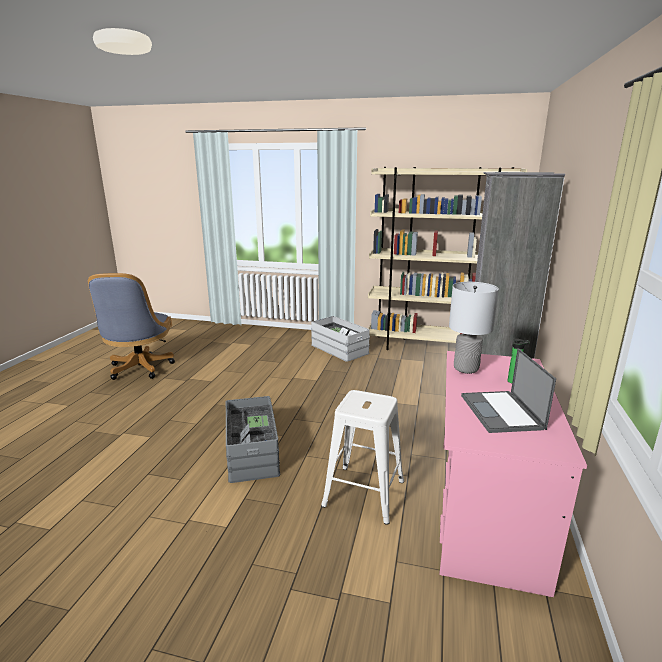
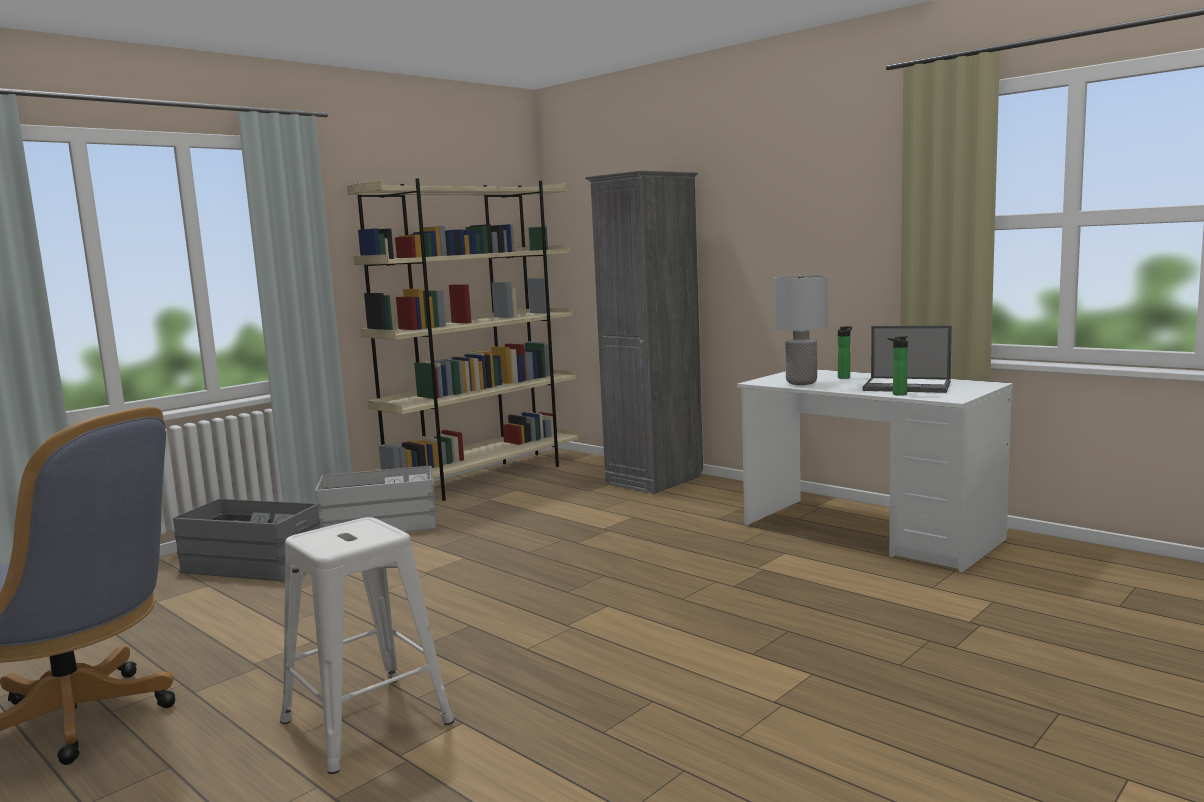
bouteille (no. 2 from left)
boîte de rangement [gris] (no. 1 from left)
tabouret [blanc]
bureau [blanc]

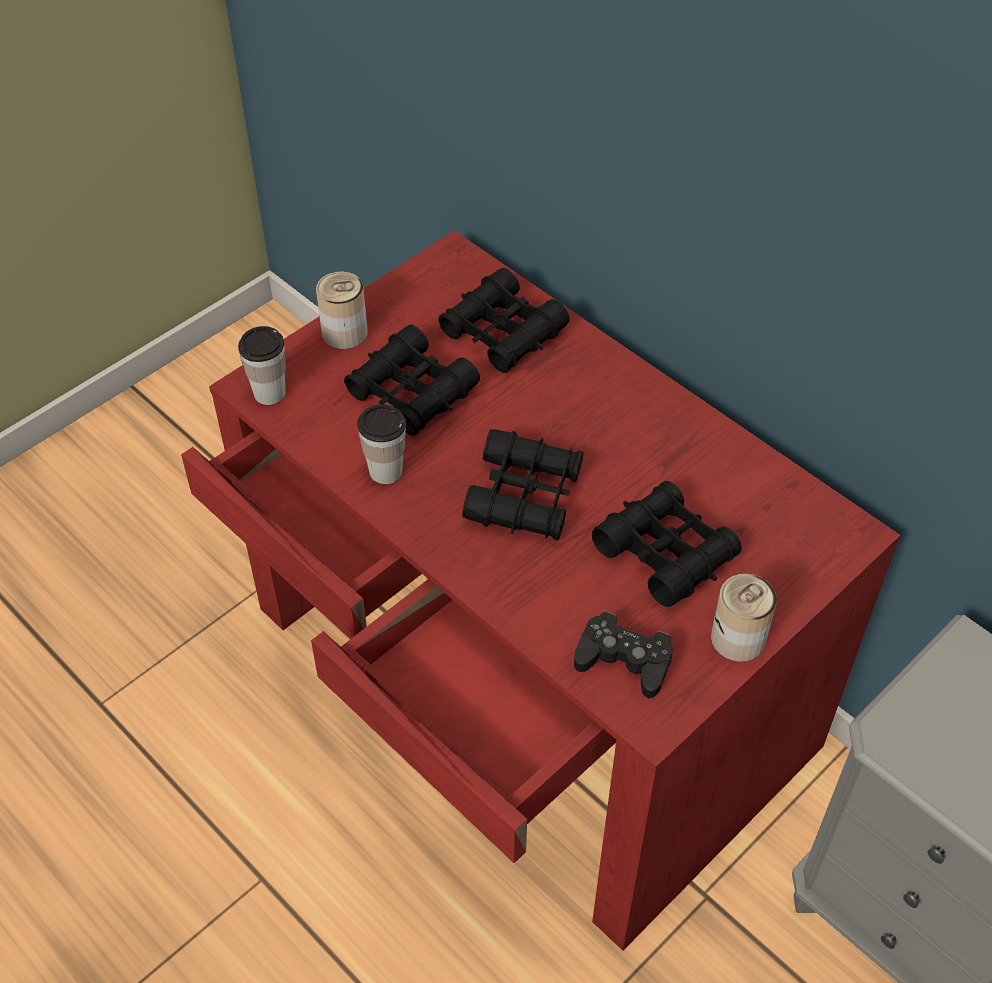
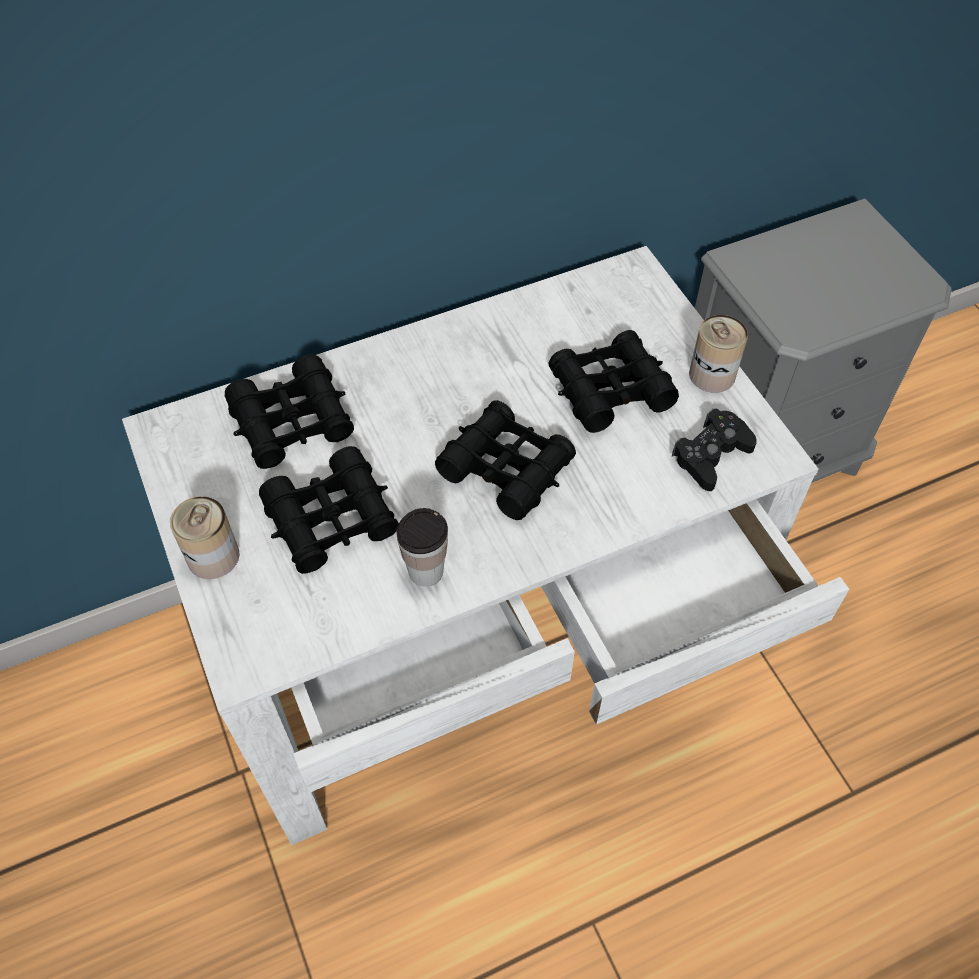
tasse (no. 1 from left in the first image)
bureau [blanc]

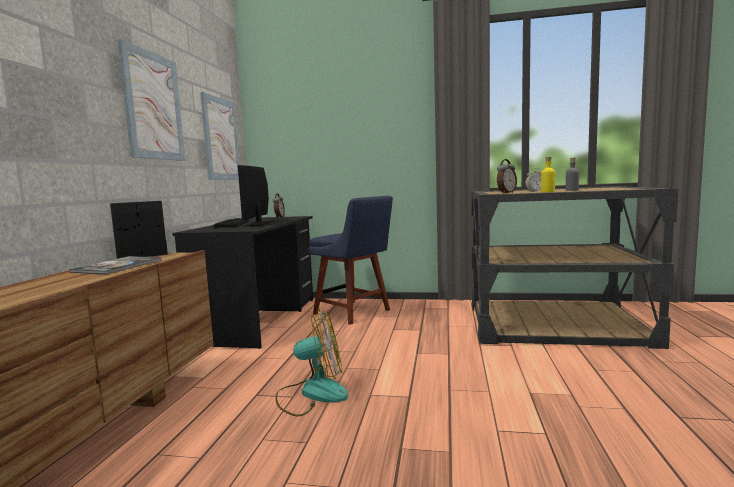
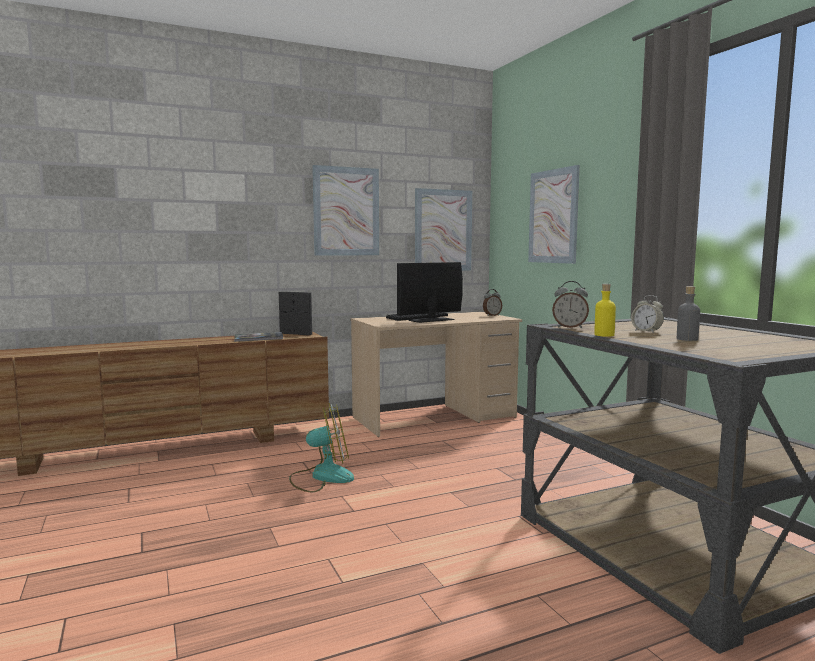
chaise [bleu]
tableau (no. 3 from left)
bureau [beige]
ventilateur

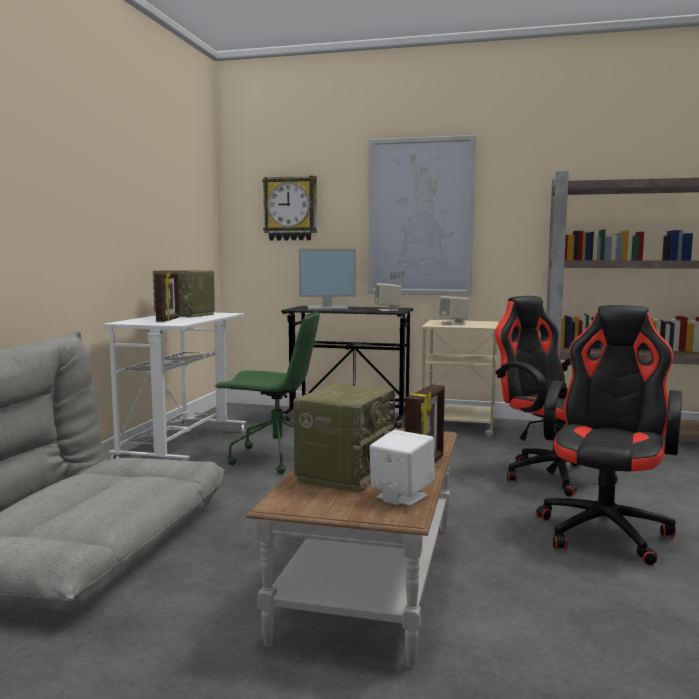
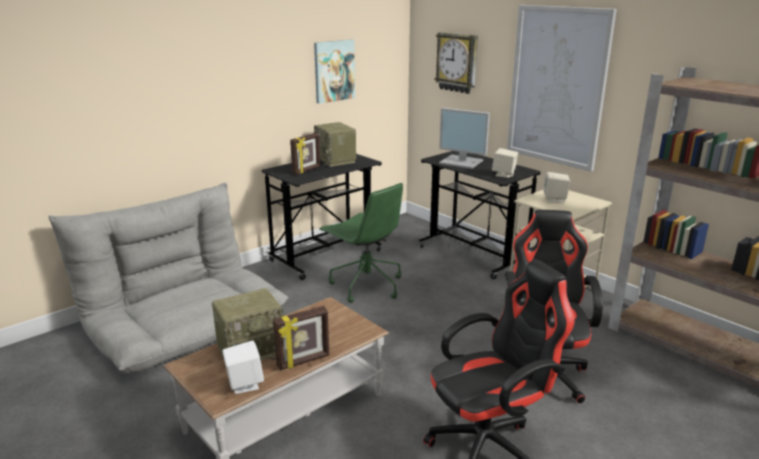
tableau (no. 1 from left)
bureau [noir] (no. 1 from left)

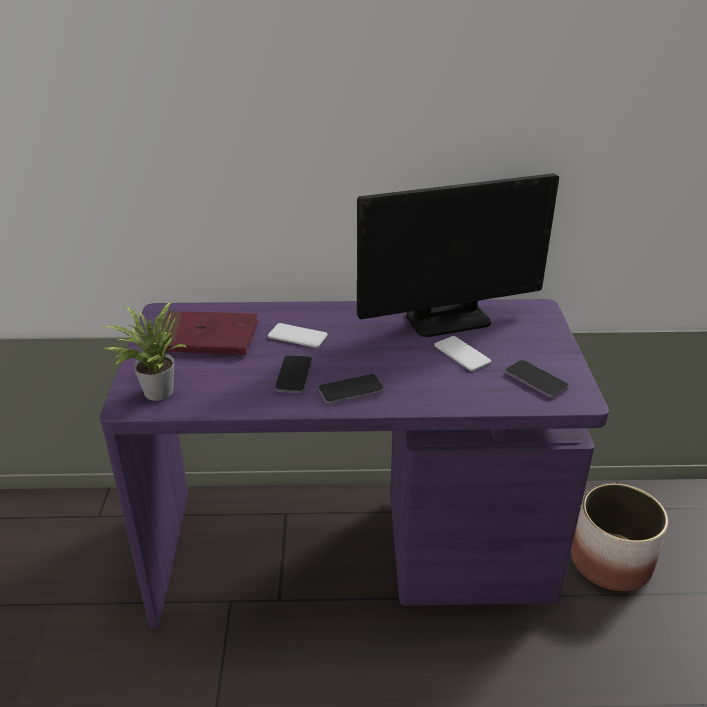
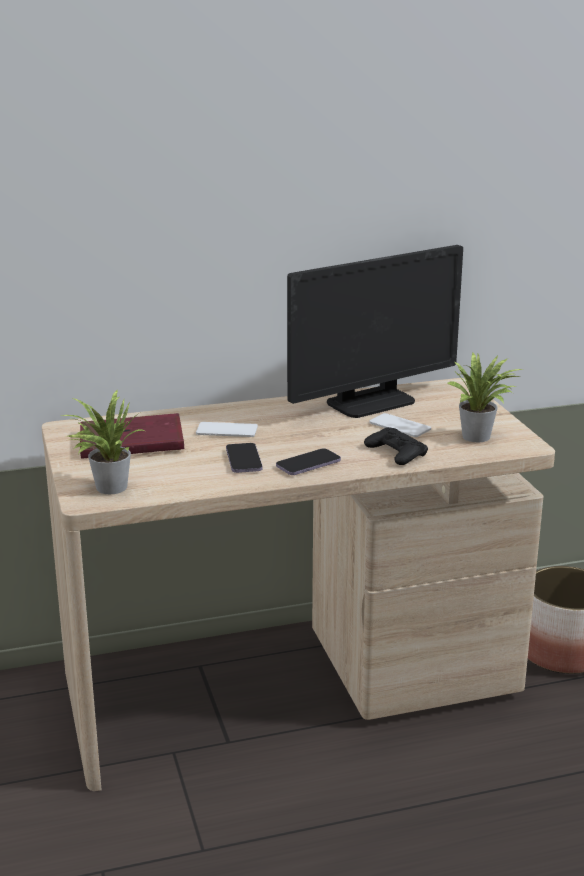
manette [noir]
plante en pot (no. 2 from left)
bureau [beige]

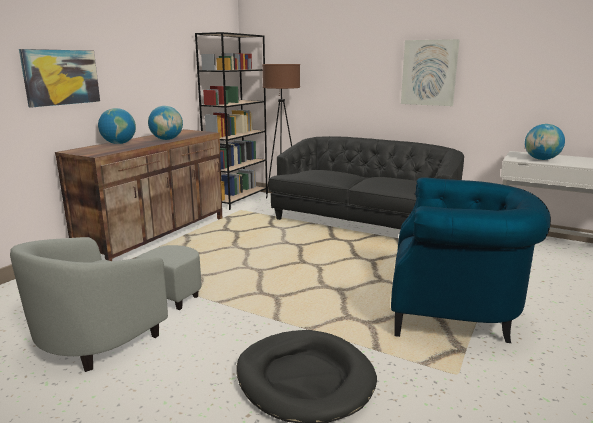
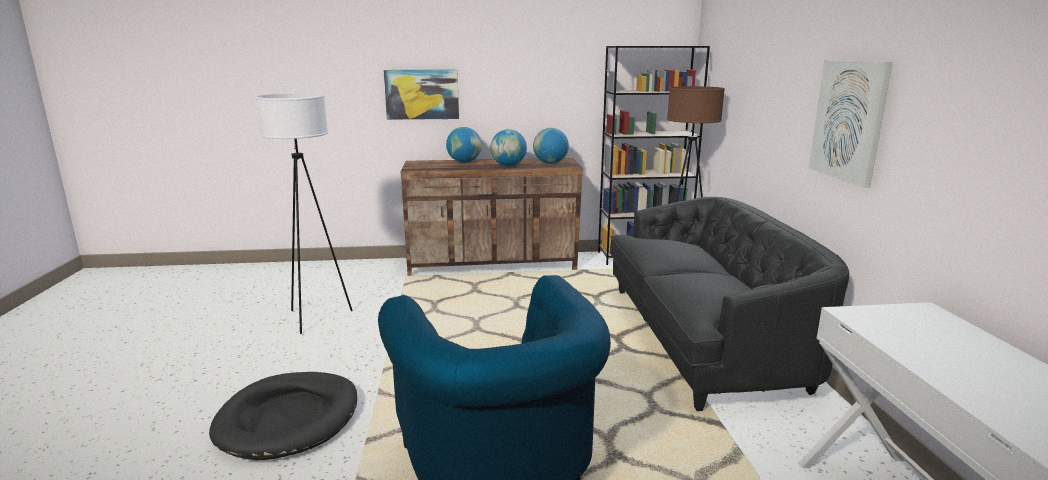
globe (no. 3 from left)
lampadaire [blanc]

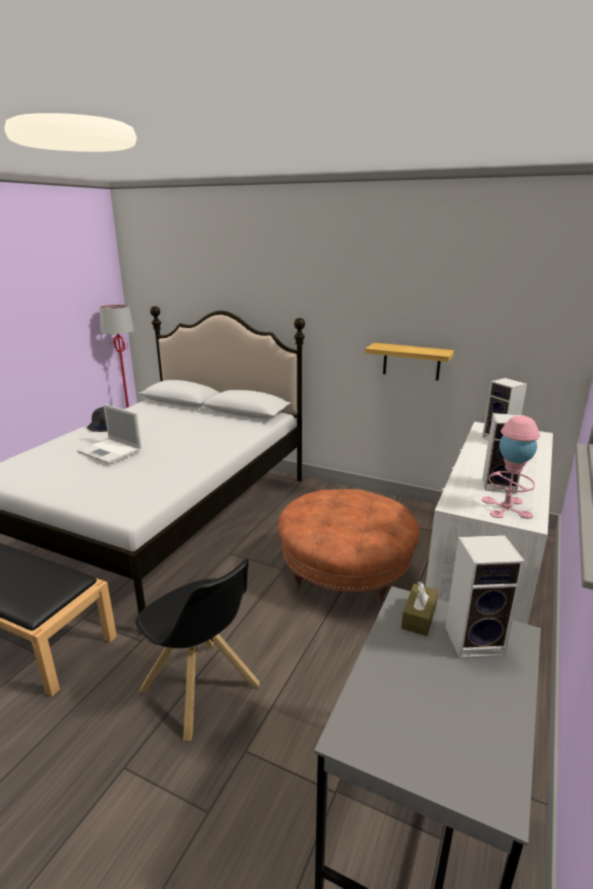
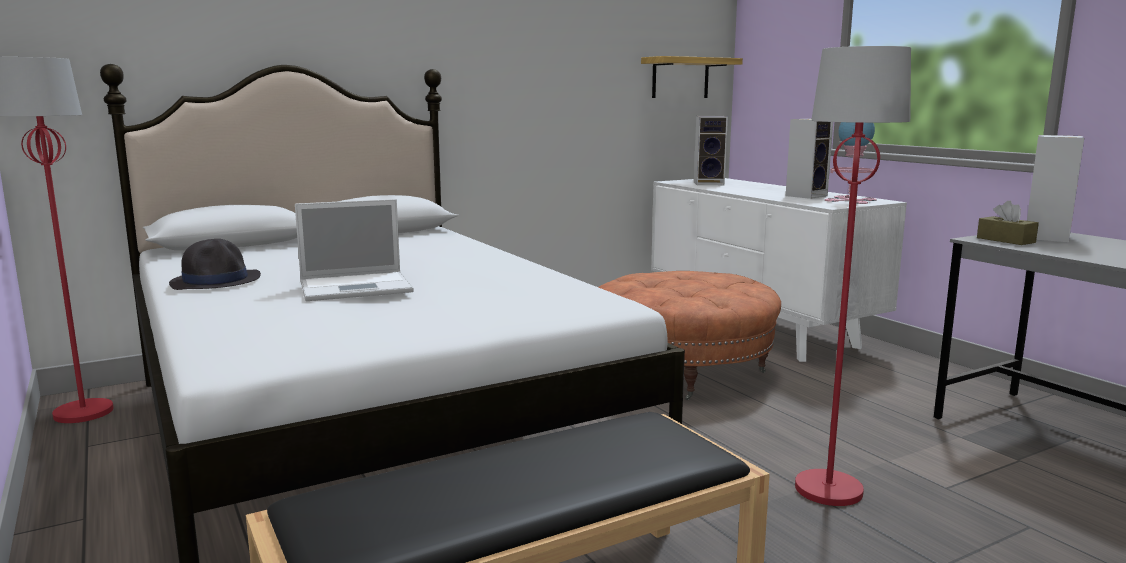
étagère
lampadaire [rouge] (no. 2 from left)

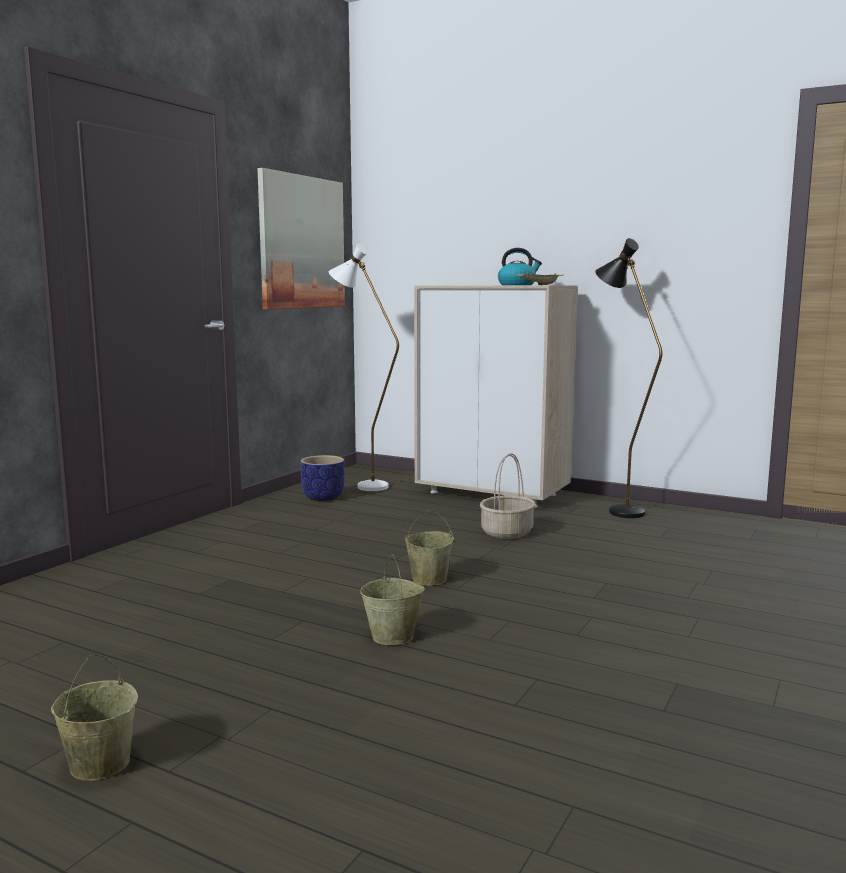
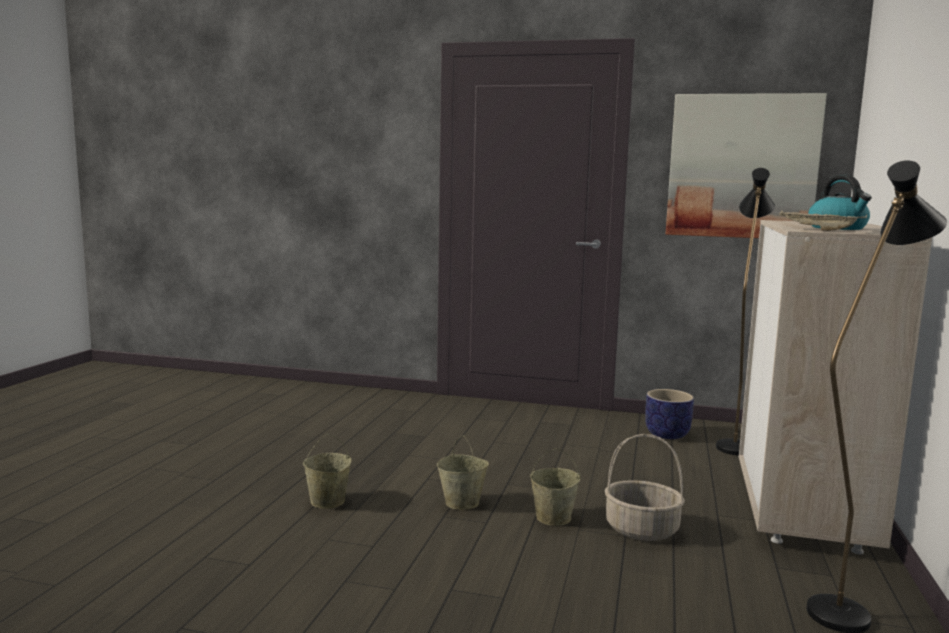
seau [beige] (no. 3 from left)
lampadaire [noir] (no. 1 from left)

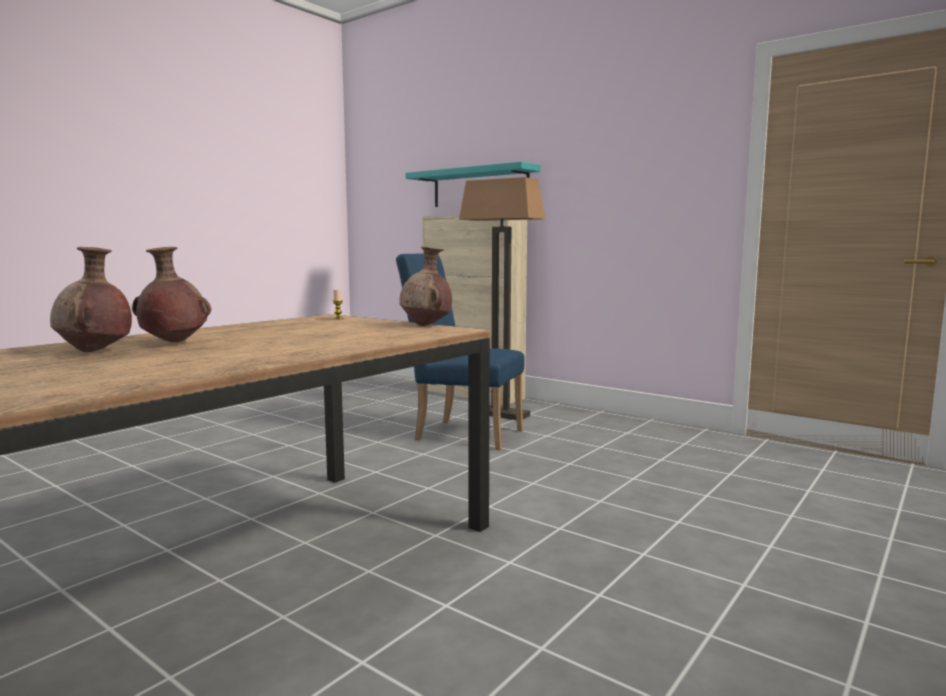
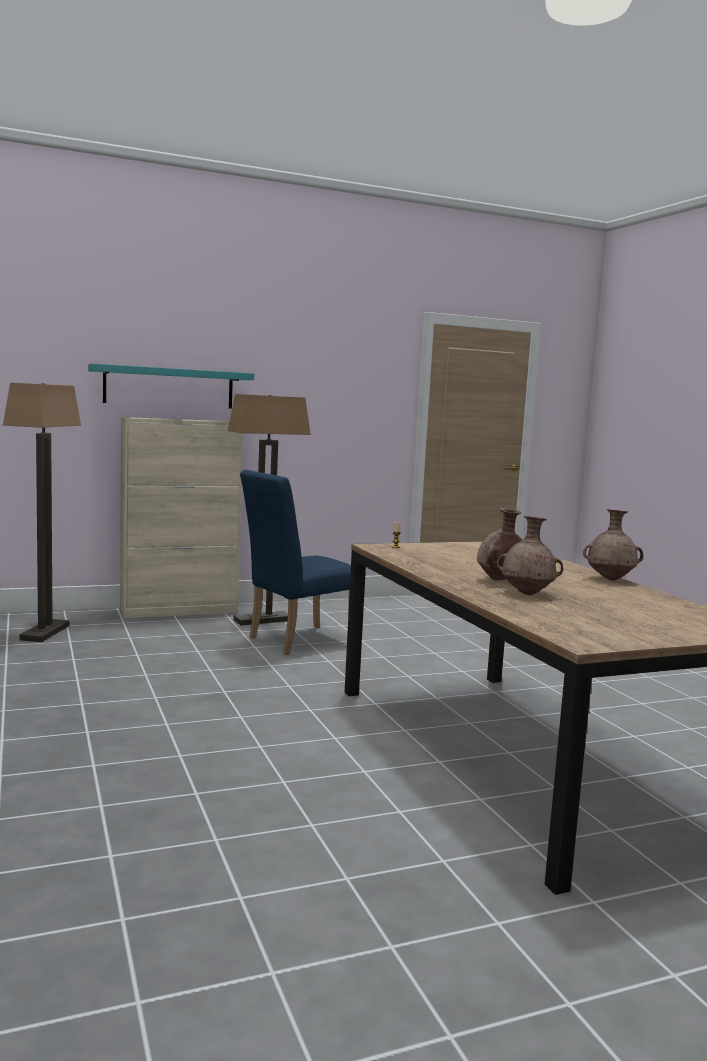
lampadaire (no. 1 from left)
vase [marron] (no. 3 from left)

